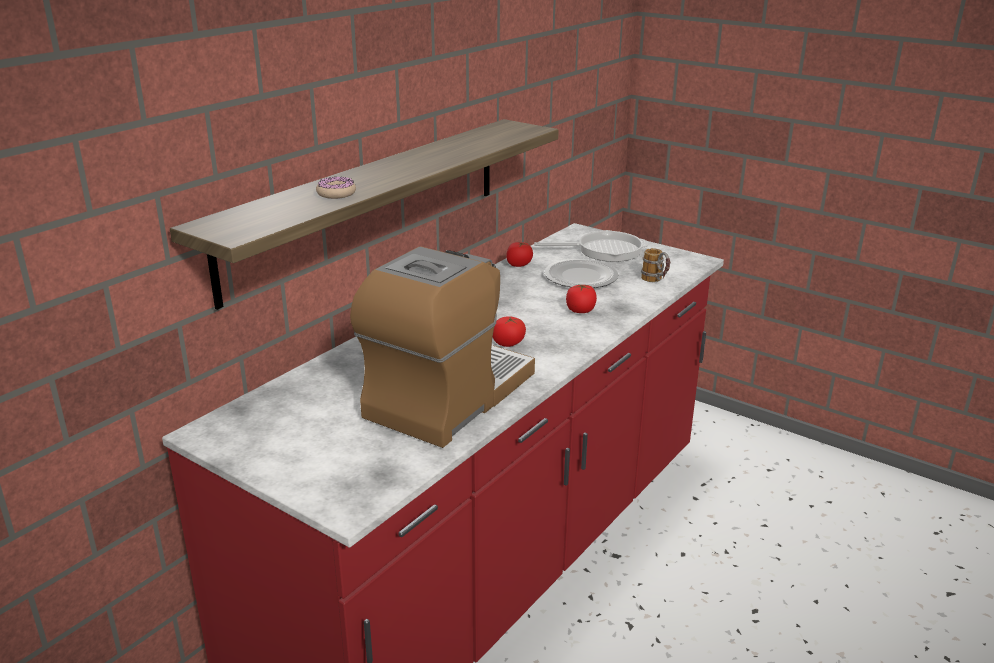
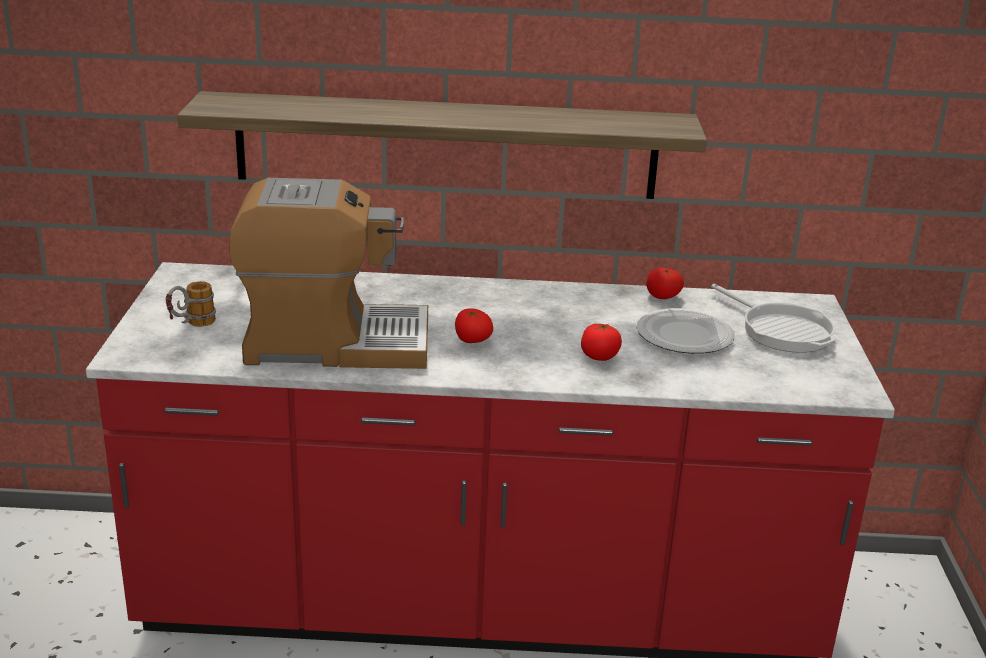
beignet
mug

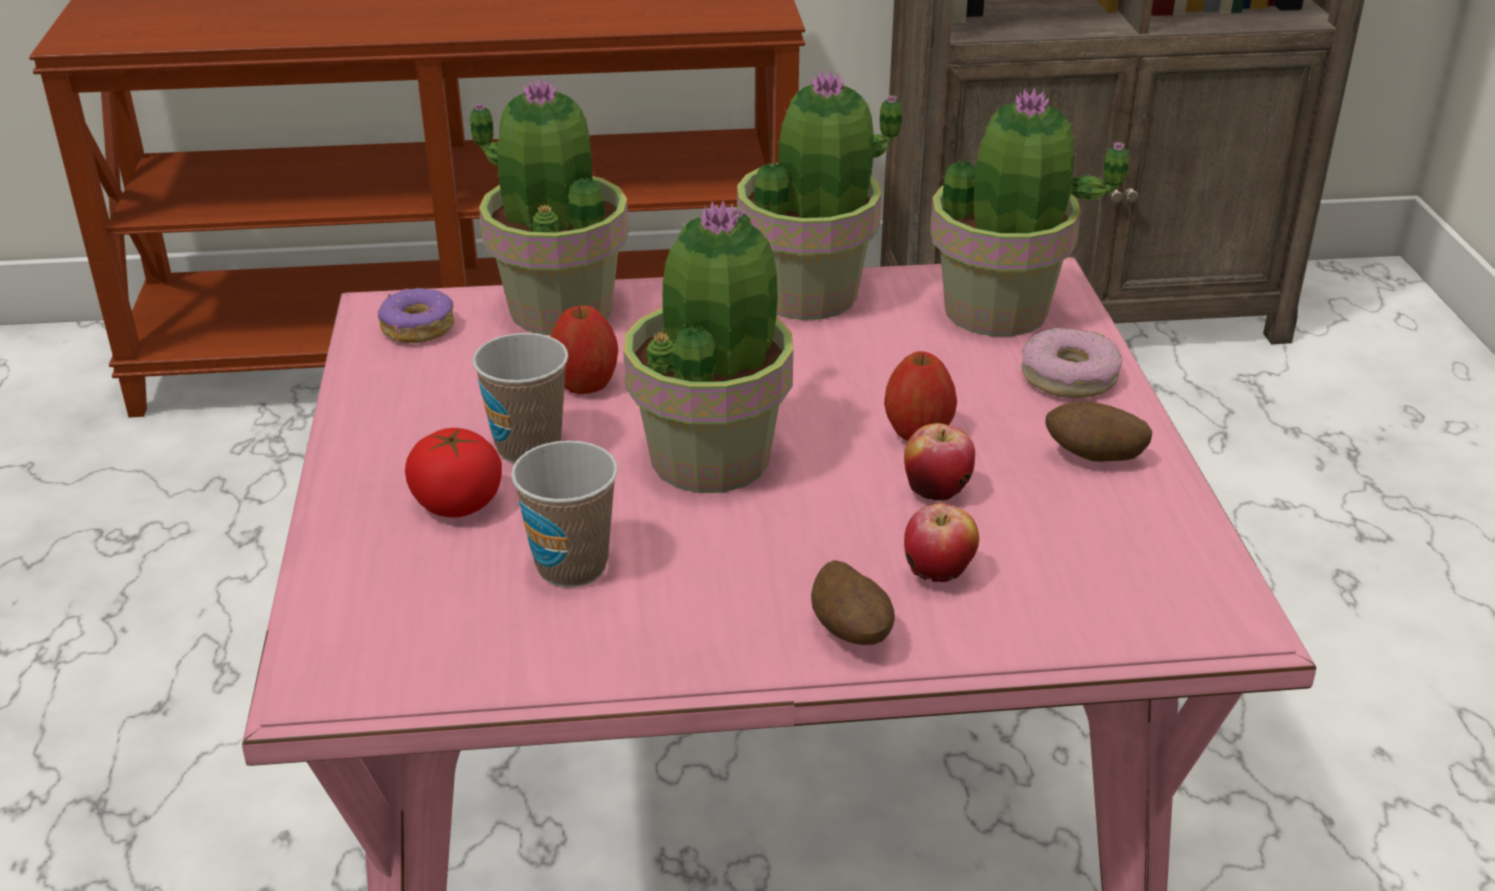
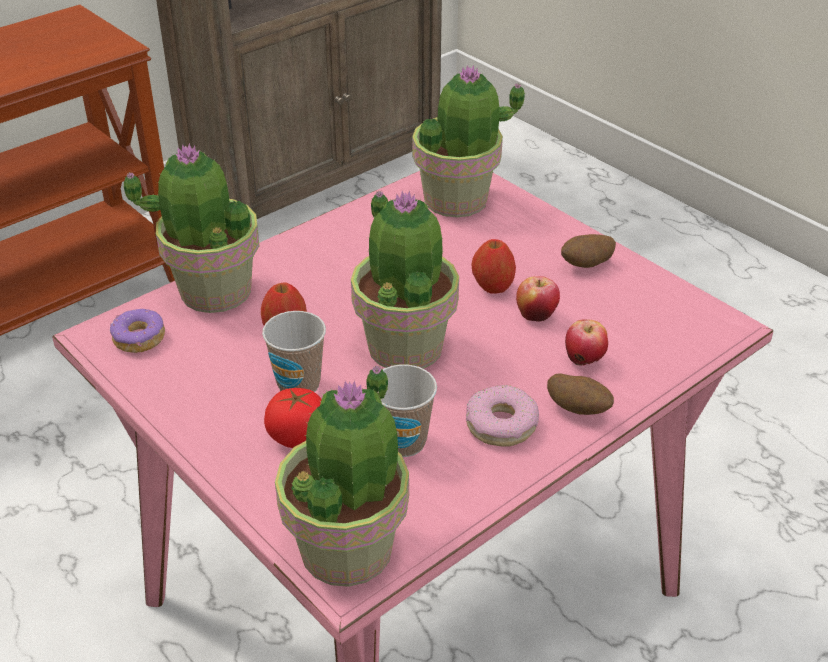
plante en pot (no. 2 from left)
beignet (no. 2 from left)

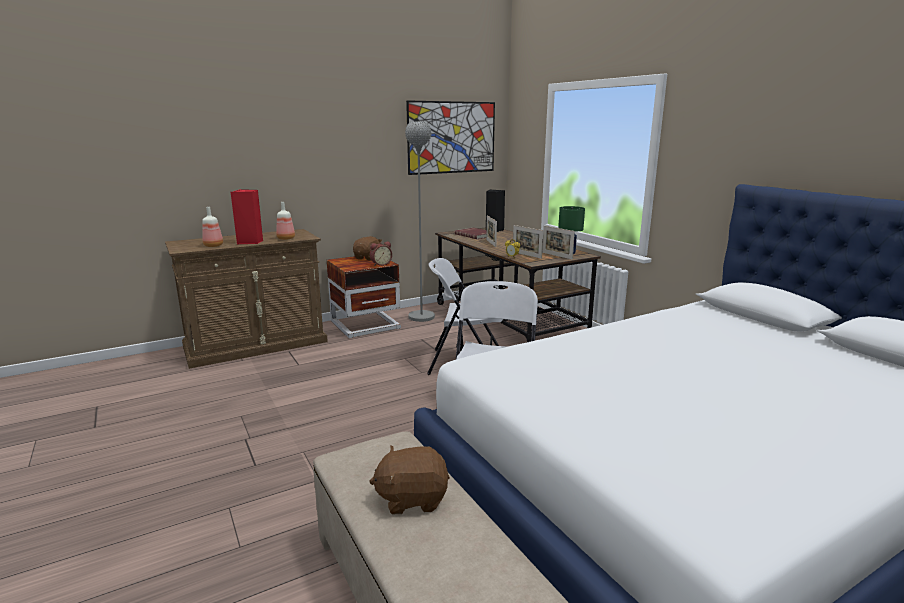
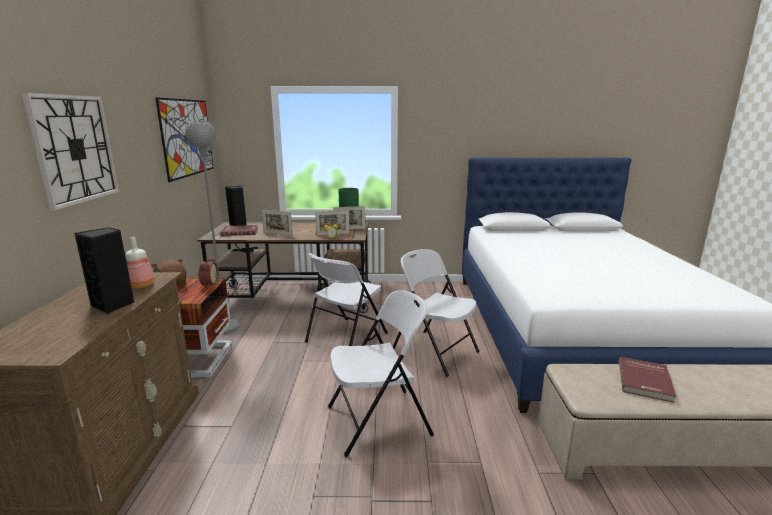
bouteille (no. 1 from left in the first image)
horloge murale
chaise [blanc] (no. 2 from left)
livre [rouge] (no. 2 from left)
enceinte [noir] (no. 1 from left)

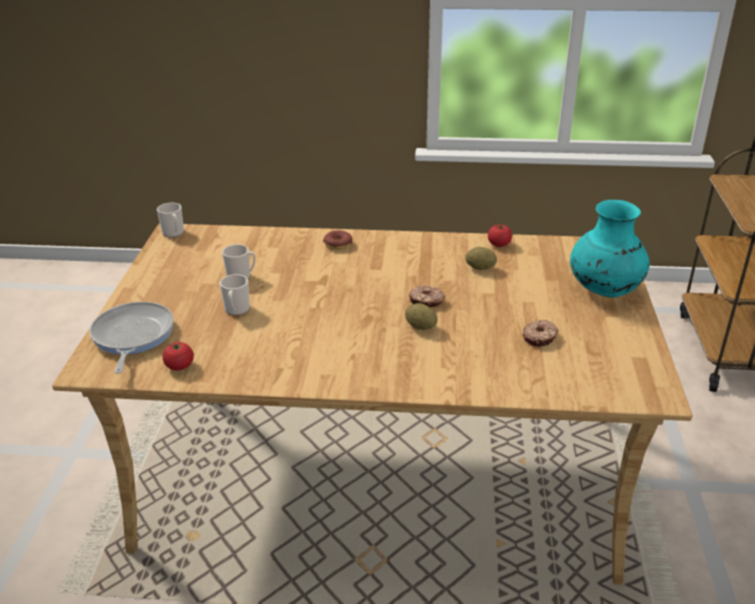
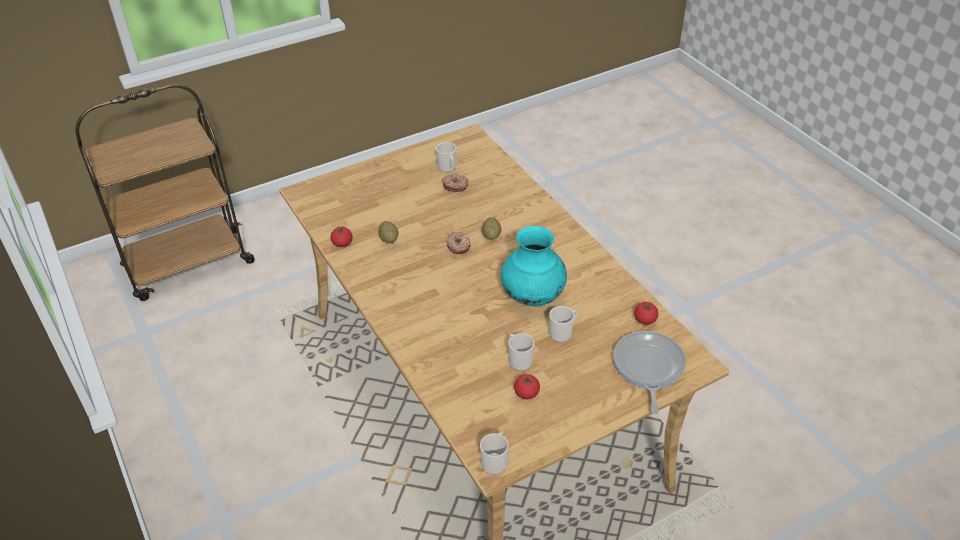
beignet (no. 1 from left in the first image)
mug (no. 1 from left)
tomate (no. 2 from left)
vase [turquoise]
poêle

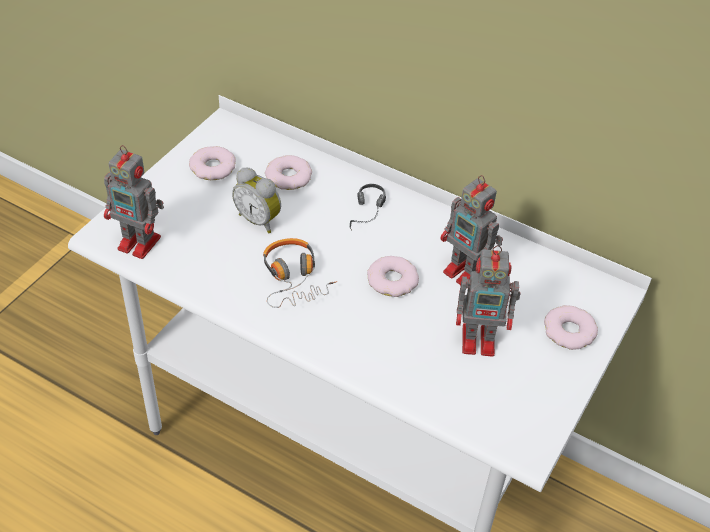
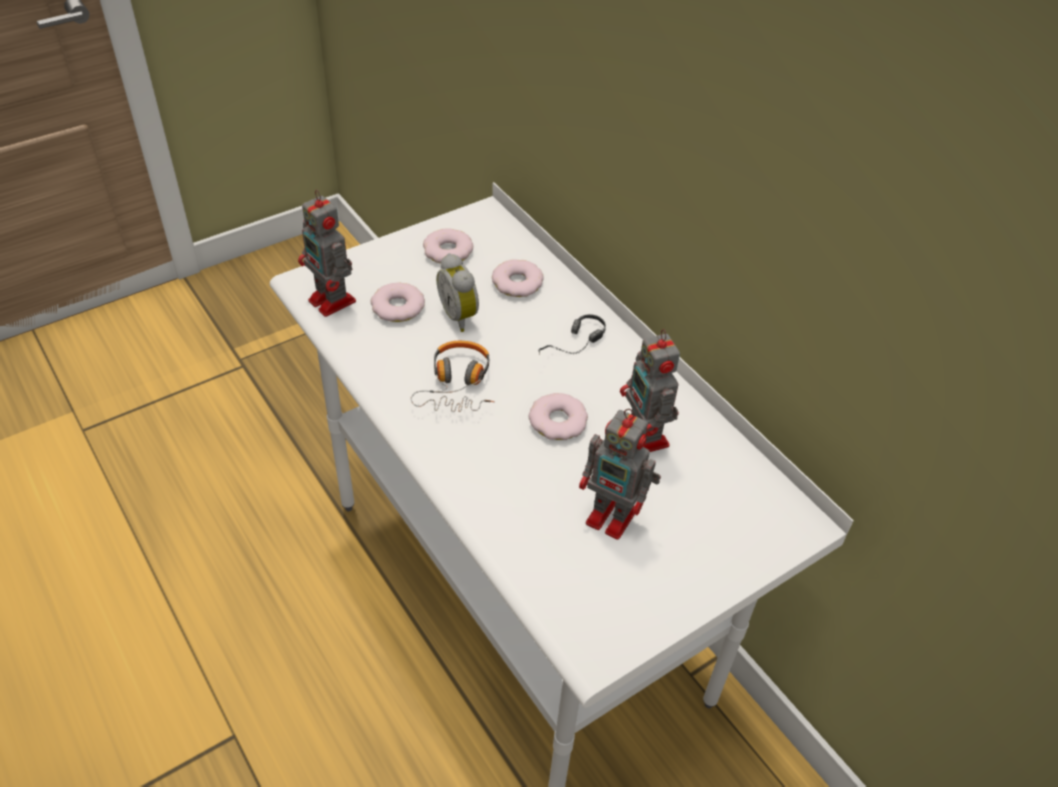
beignet (no. 1 from left)

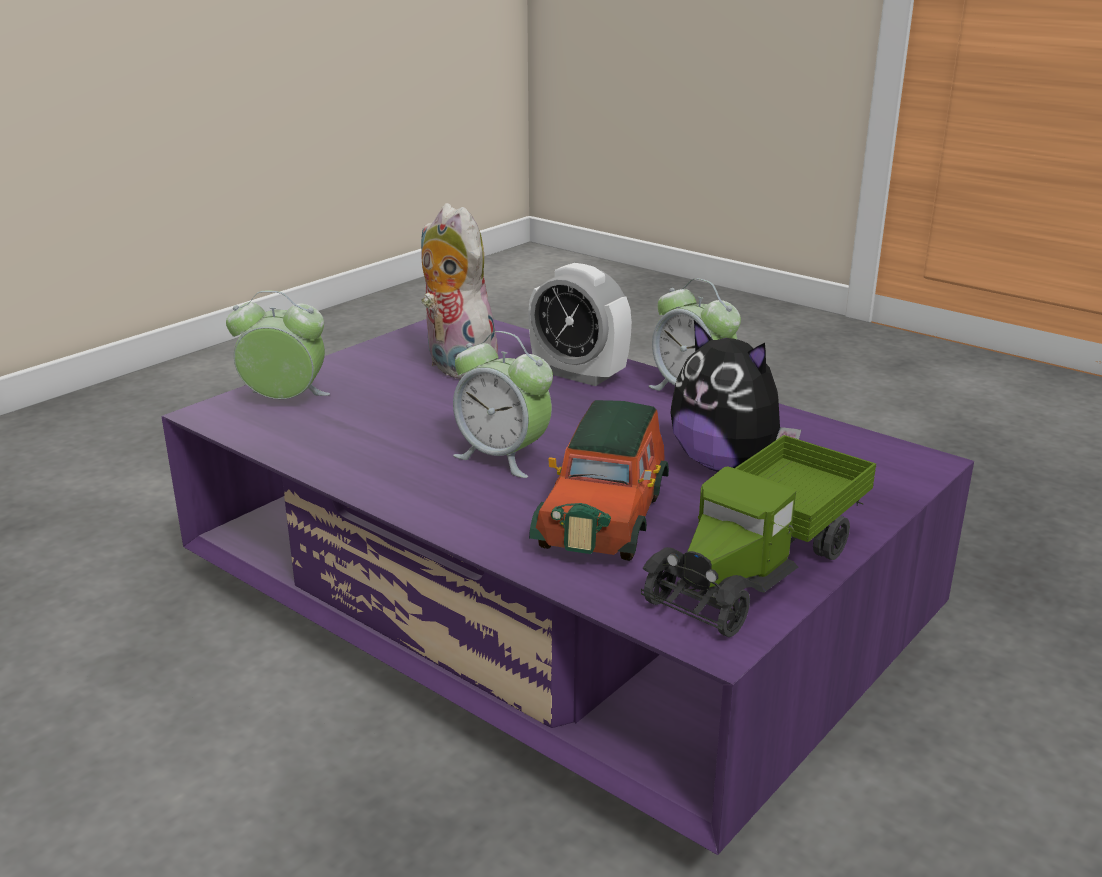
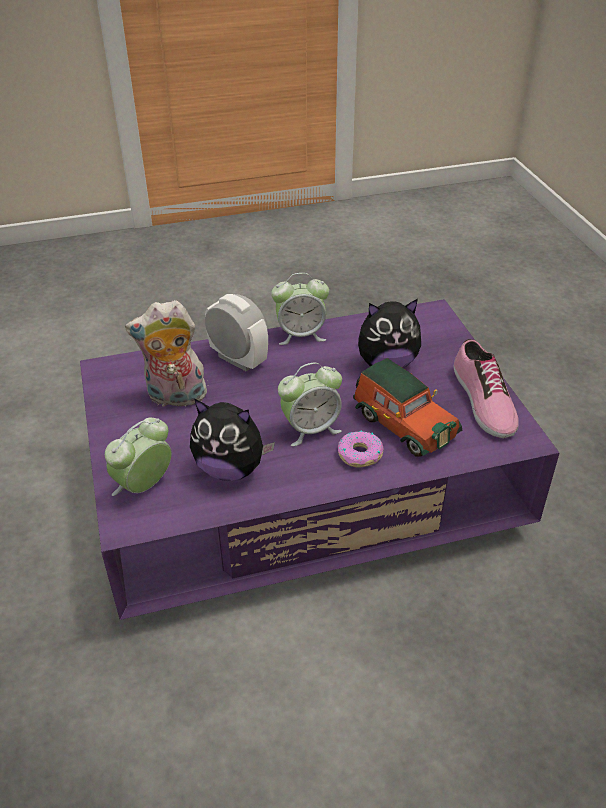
peluche (no. 2 from left)
beignet
chaussure
réveil (no. 2 from left)

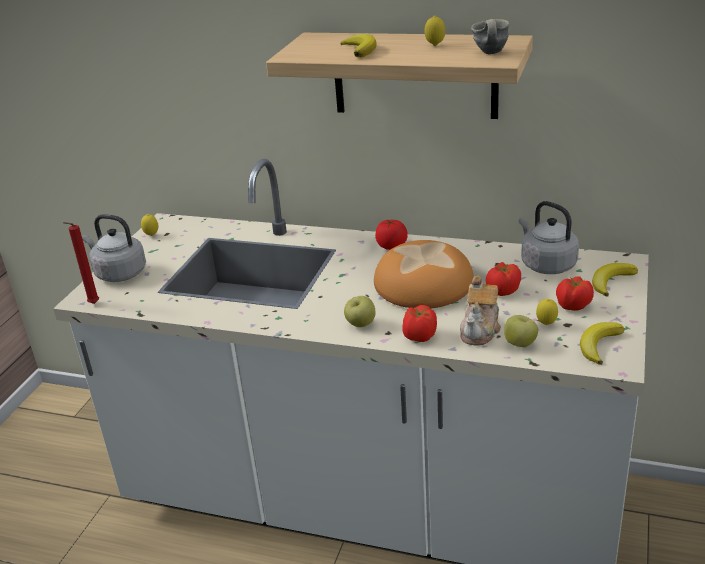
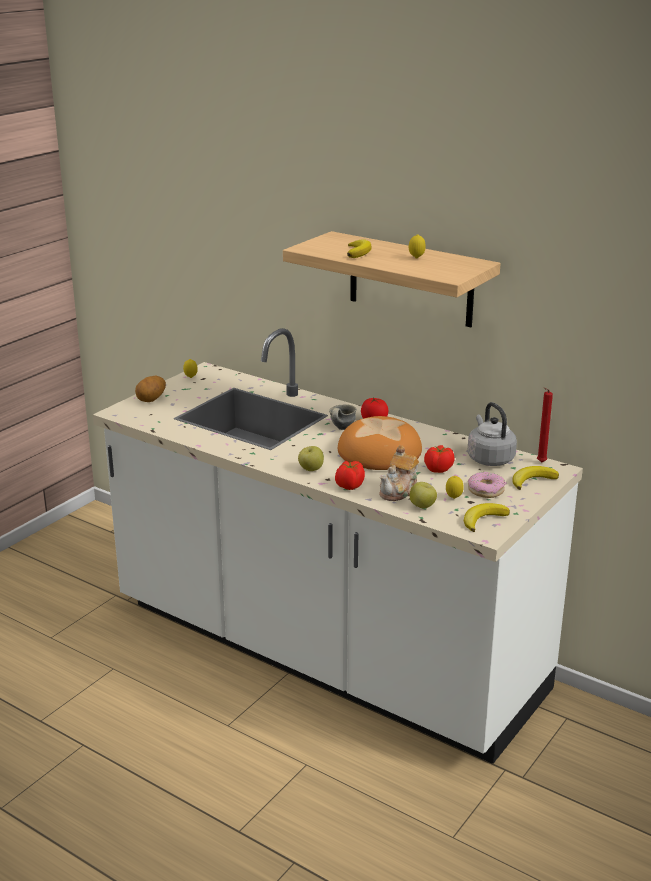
bougie [rouge]
mug [gris]
pomme de terre
beignet

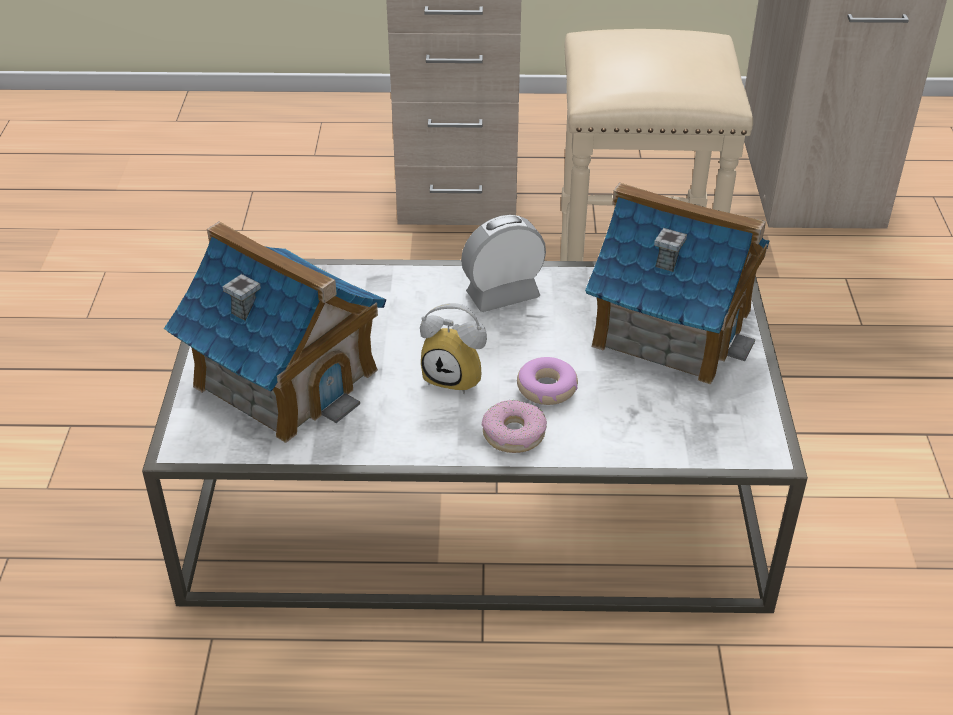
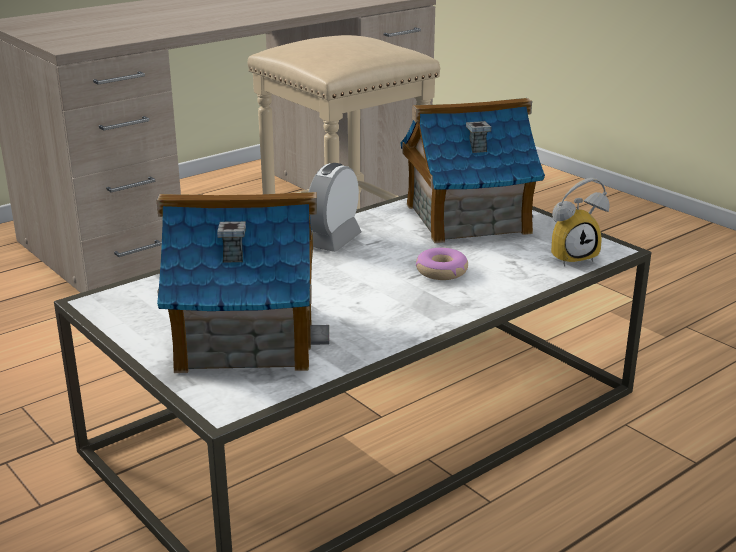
beignet (no. 1 from left in the first image)
réveil (no. 2 from left)

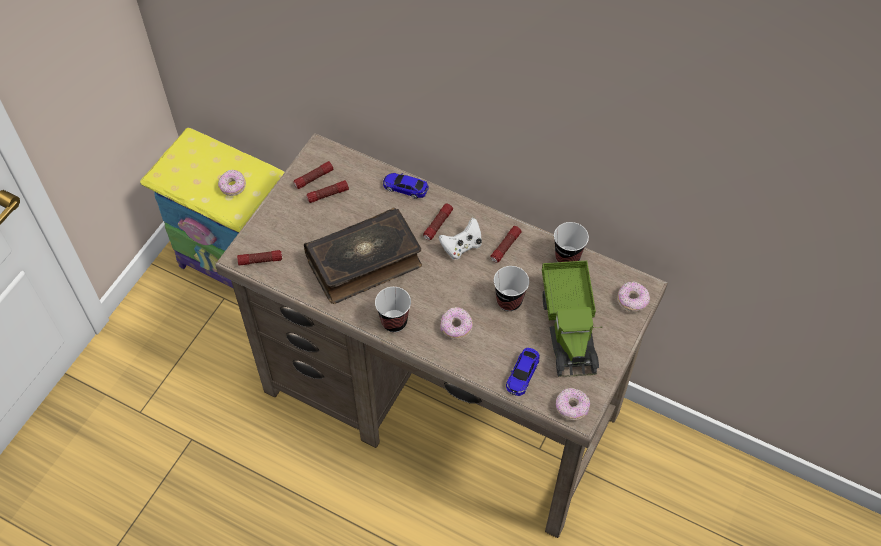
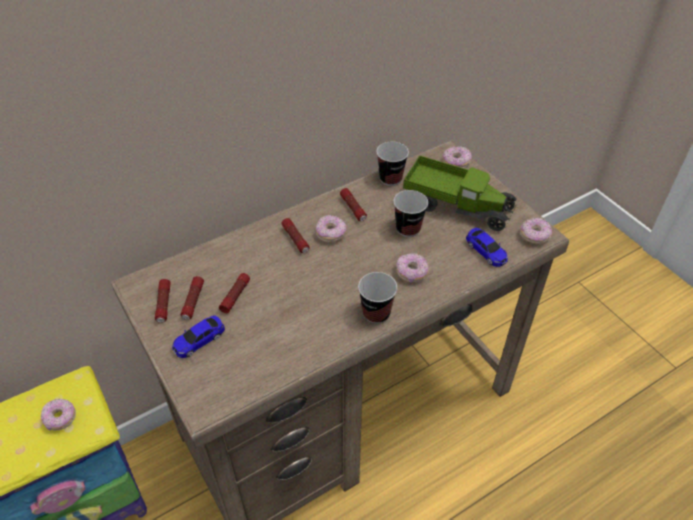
livre
lampe de poche (no. 3 from left)
petite voiture (no. 1 from left)
beignet (no. 2 from left)

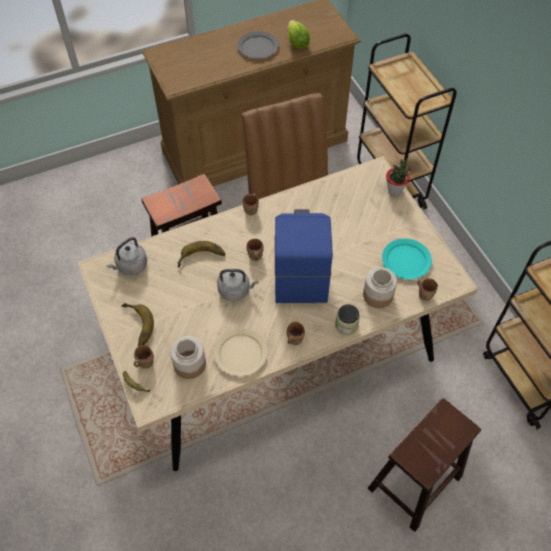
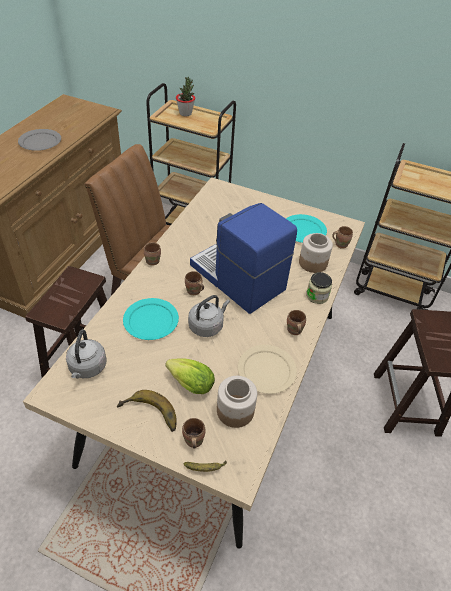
laitue
plante en pot
assiette [turquoise] (no. 1 from left)

